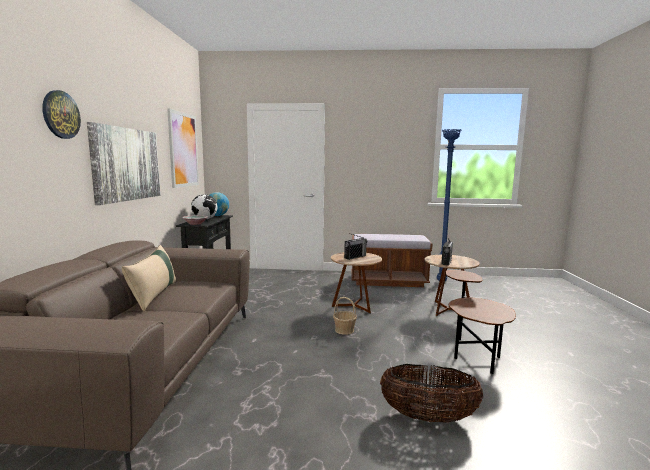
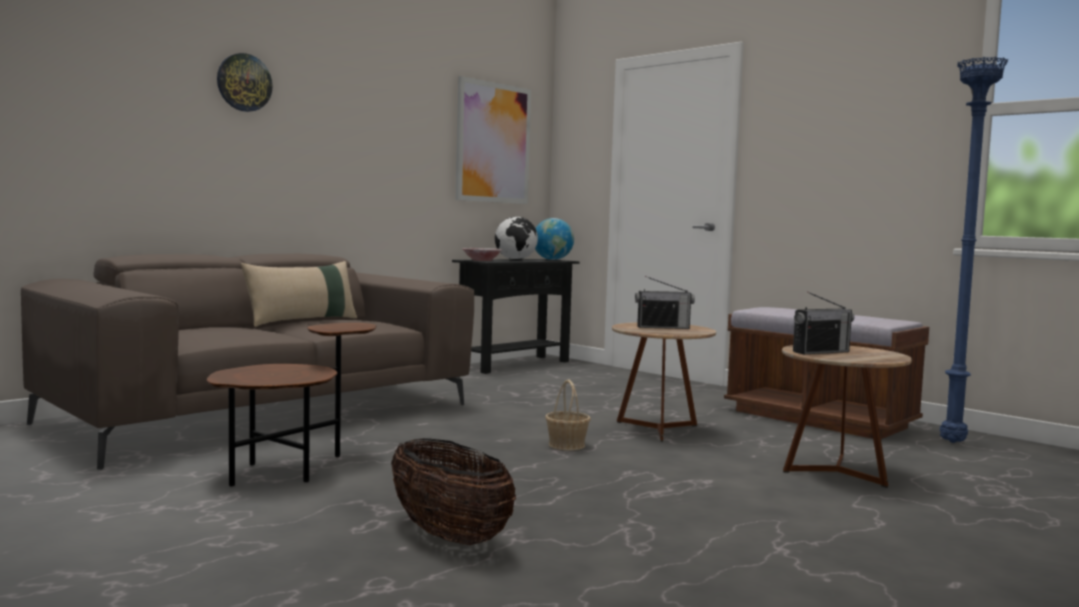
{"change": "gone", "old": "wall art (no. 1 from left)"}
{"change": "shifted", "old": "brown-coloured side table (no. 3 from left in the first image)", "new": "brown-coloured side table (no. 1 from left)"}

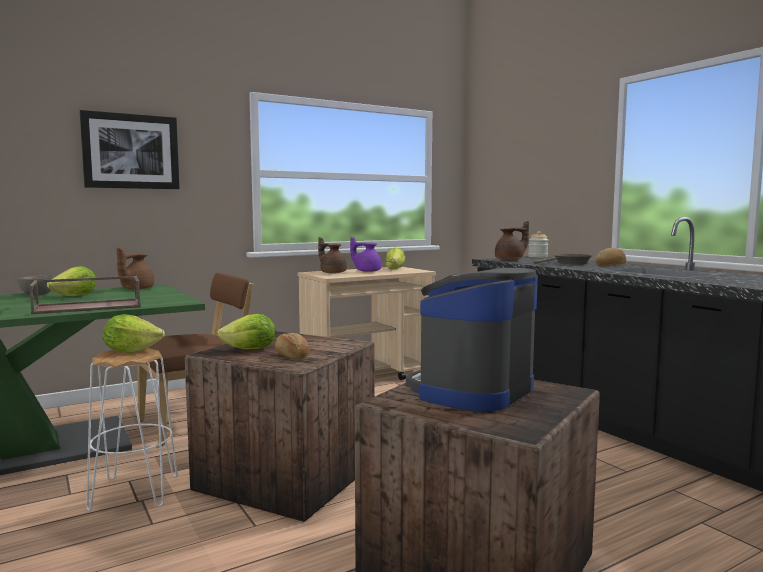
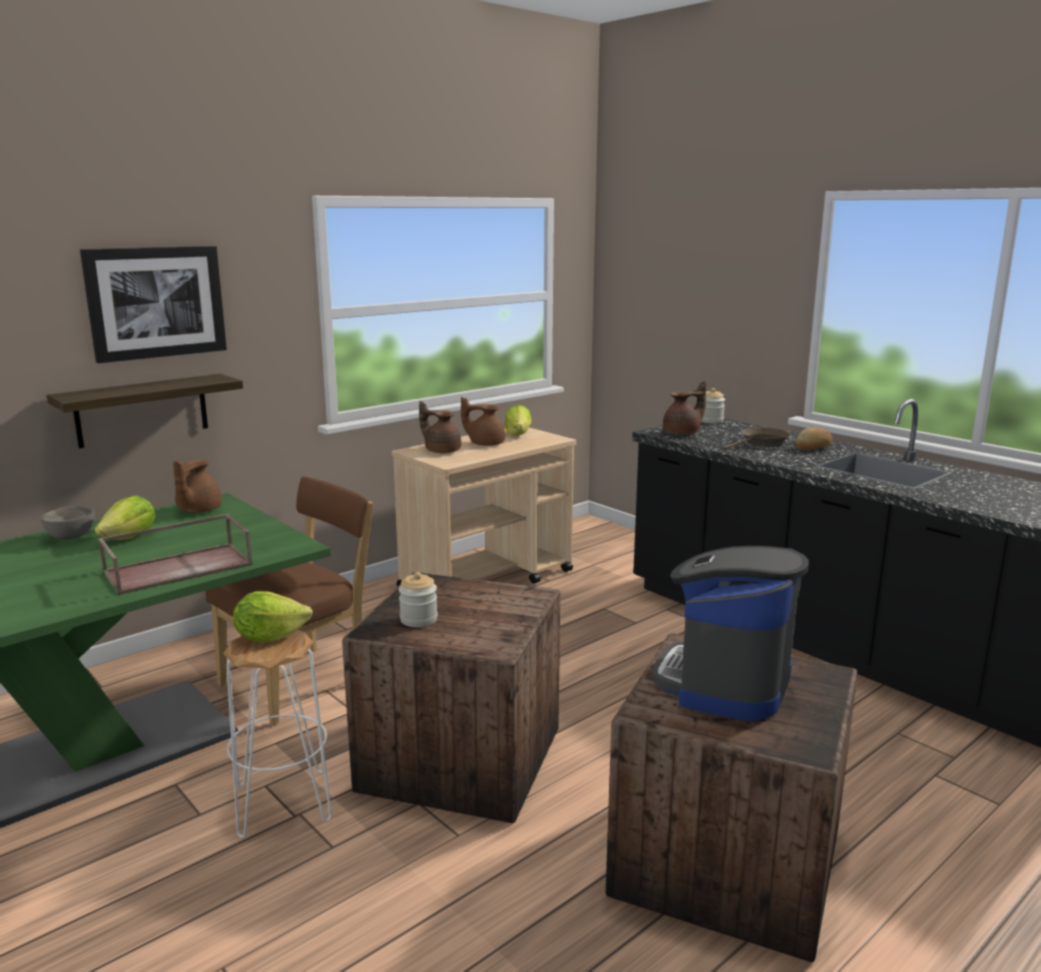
{"change": "gone", "old": "baked bread (no. 1 from left)"}
{"change": "new", "new": "shelf"}
{"change": "swapped", "old": "lettuce (no. 3 from left)", "new": "jar (no. 1 from left)"}
{"change": "repainted", "old": "purplish tea pot", "new": "brown-coloured tea pot (no. 3 from left)"}

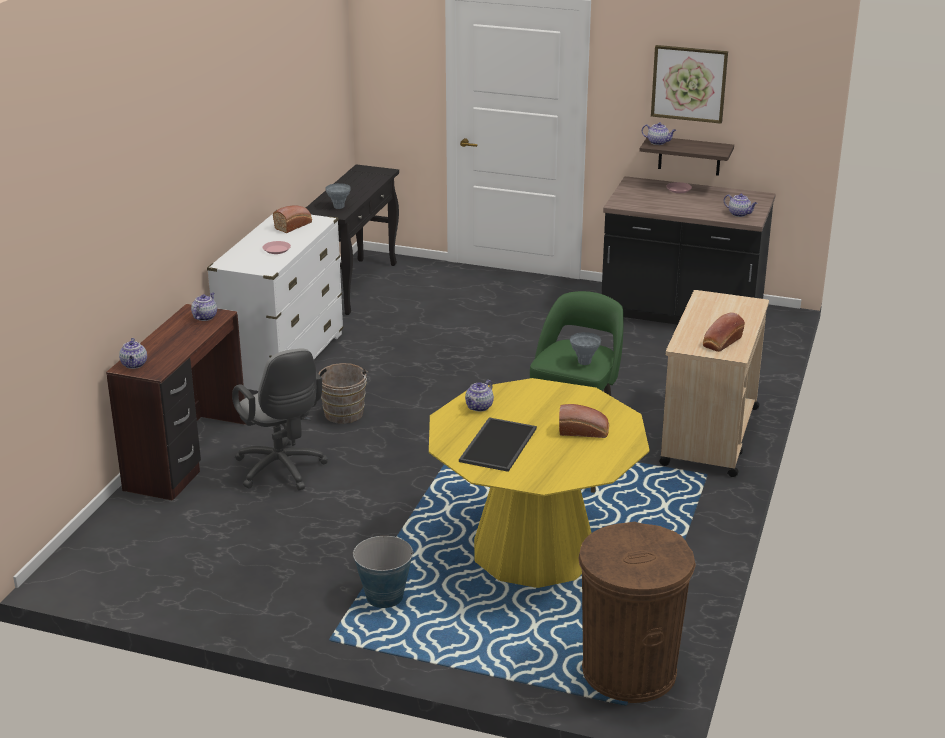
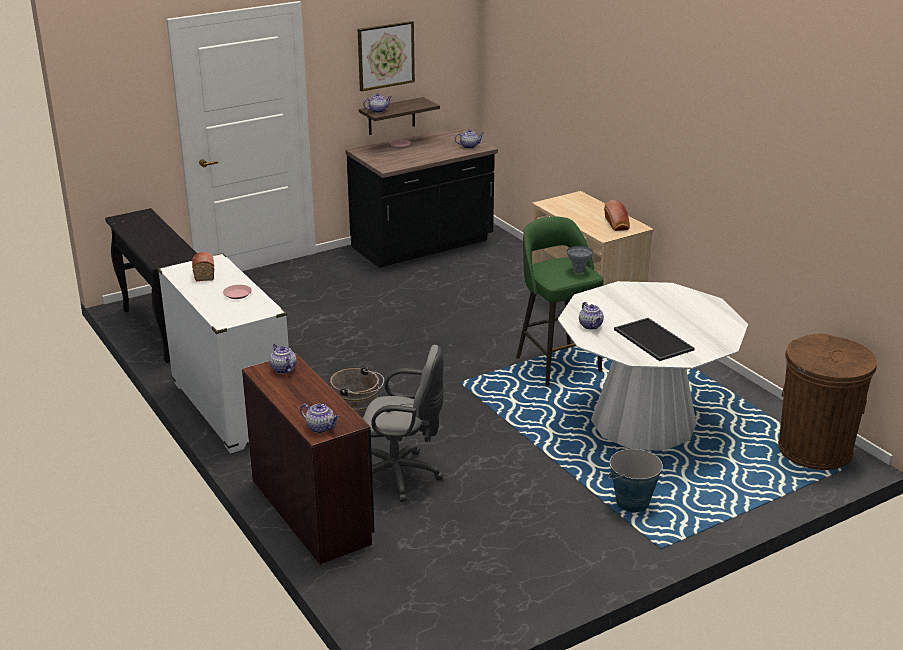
{"change": "gone", "old": "grey flower vase (no. 1 from left)"}
{"change": "gone", "old": "baked bread (no. 2 from left)"}
{"change": "repainted", "old": "yellowish kitchen table", "new": "white kitchen table"}

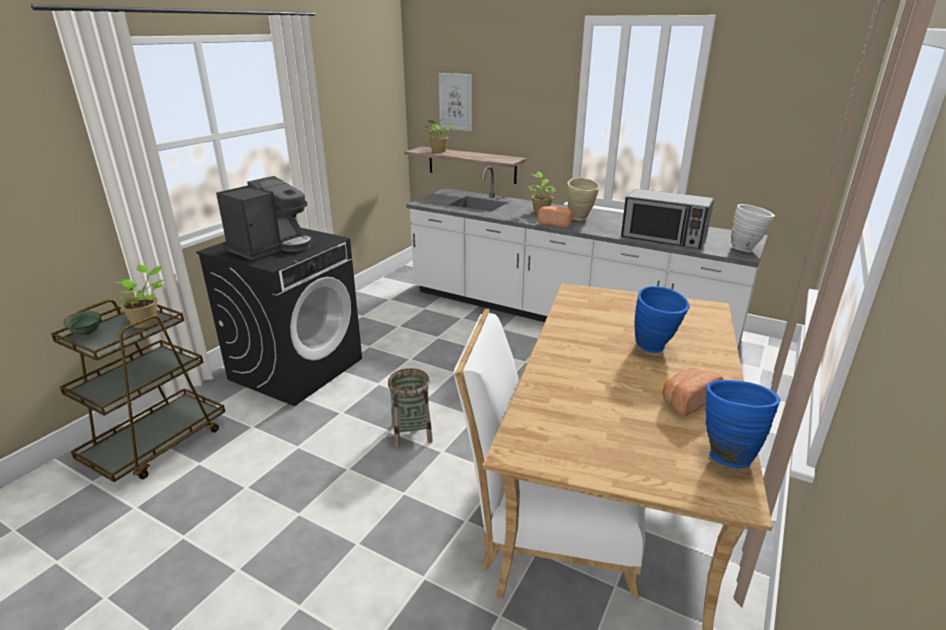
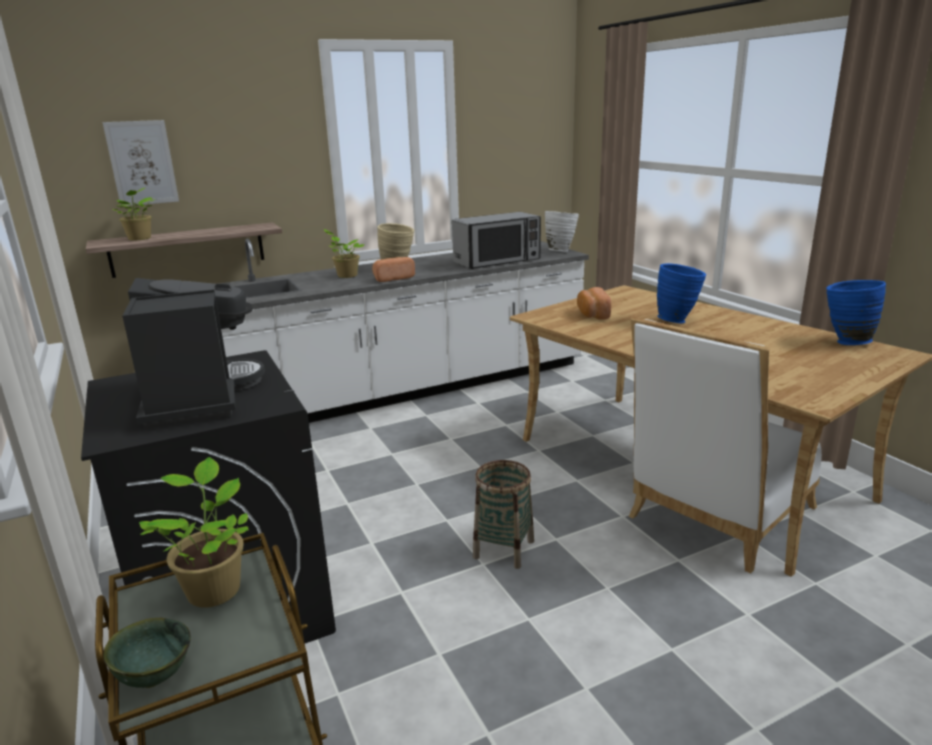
{"change": "shifted", "old": "baked bread (no. 2 from left)"}

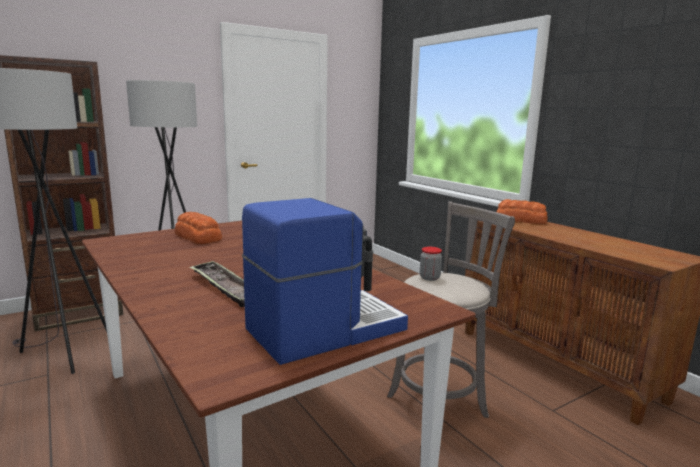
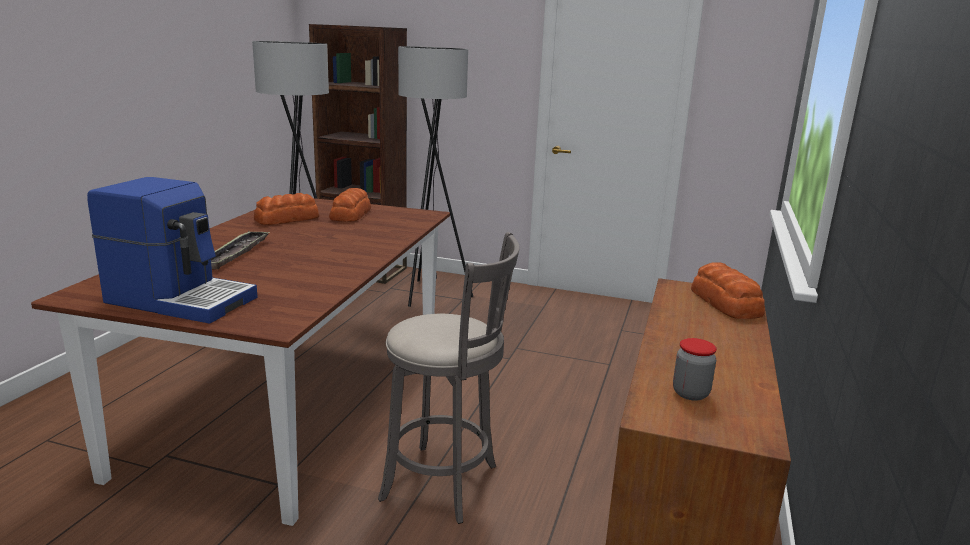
{"change": "new", "new": "baked bread (no. 1 from left)"}
{"change": "shifted", "old": "jar"}

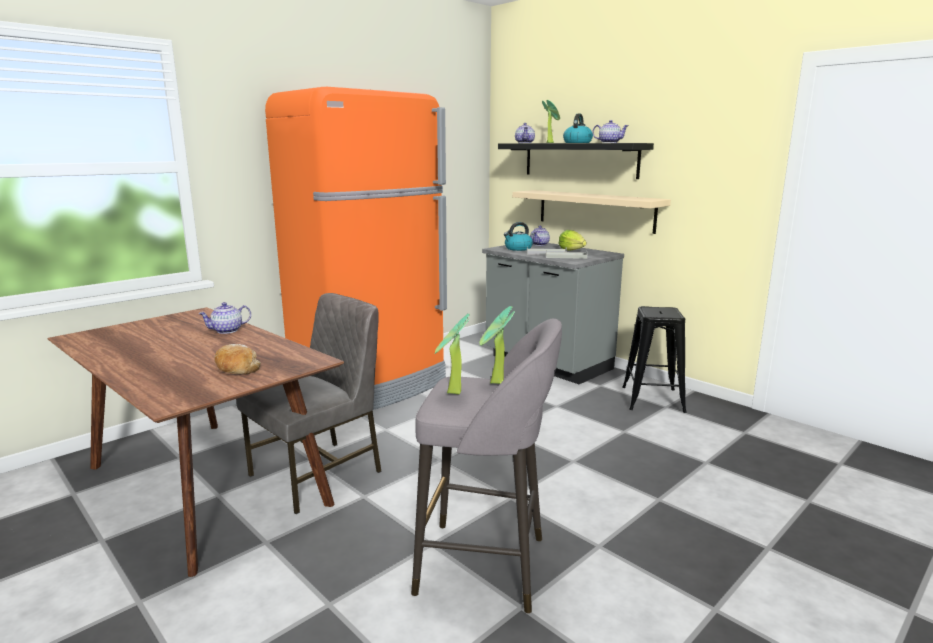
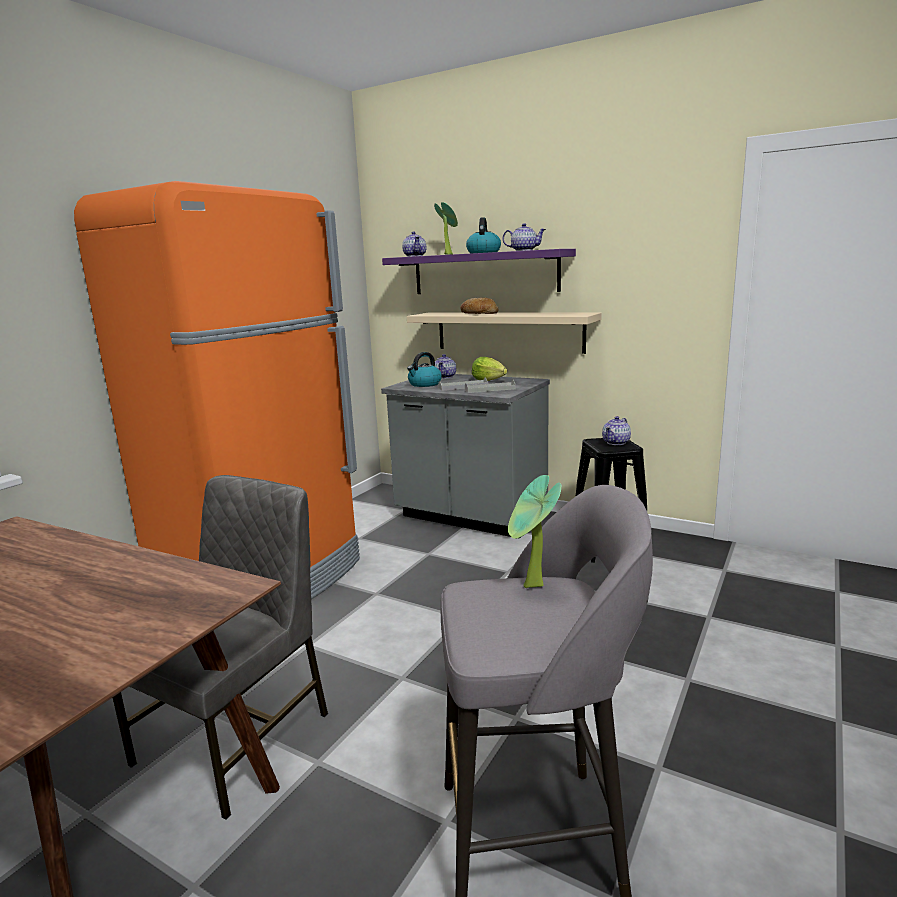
{"change": "gone", "old": "potted plant (no. 1 from left)"}
{"change": "shifted", "old": "tea pot (no. 1 from left in the first image)", "new": "tea pot (no. 4 from left)"}
{"change": "shifted", "old": "baked bread"}
{"change": "repainted", "old": "black-coloured shelf", "new": "purplish shelf"}

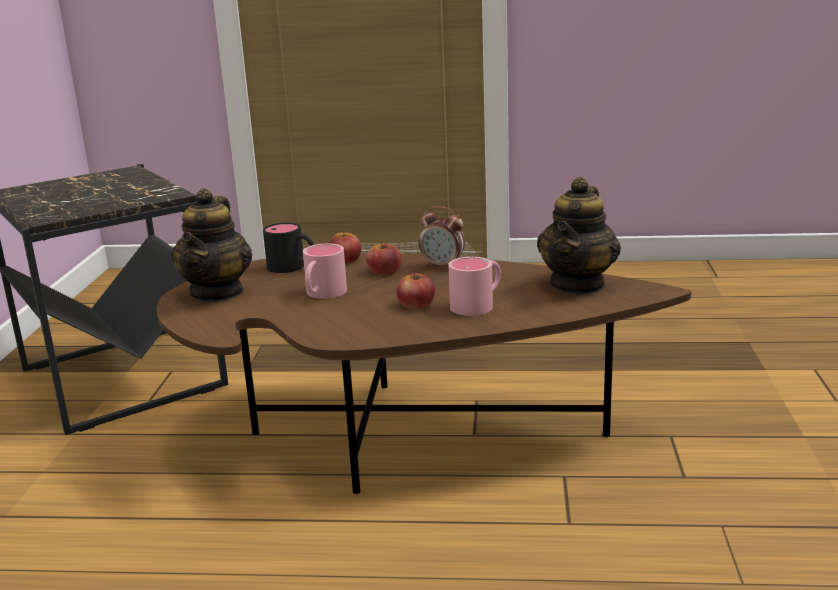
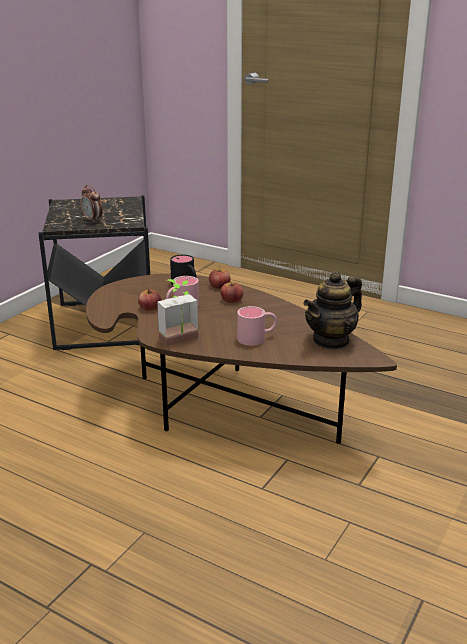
{"change": "gone", "old": "tea pot (no. 1 from left)"}
{"change": "new", "new": "potted plant"}
{"change": "shifted", "old": "apple (no. 3 from left in the first image)", "new": "apple (no. 1 from left)"}
{"change": "shifted", "old": "table clock"}

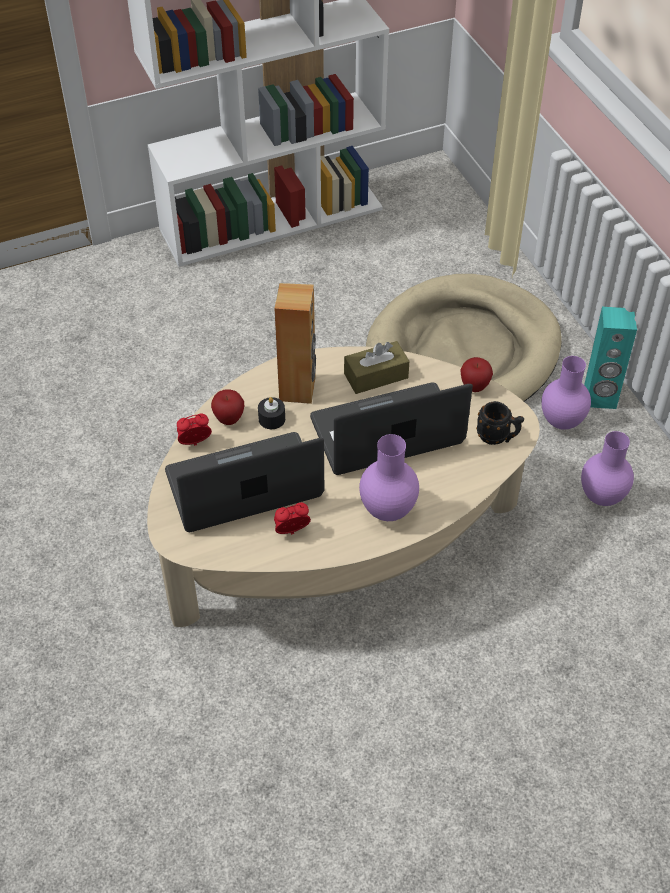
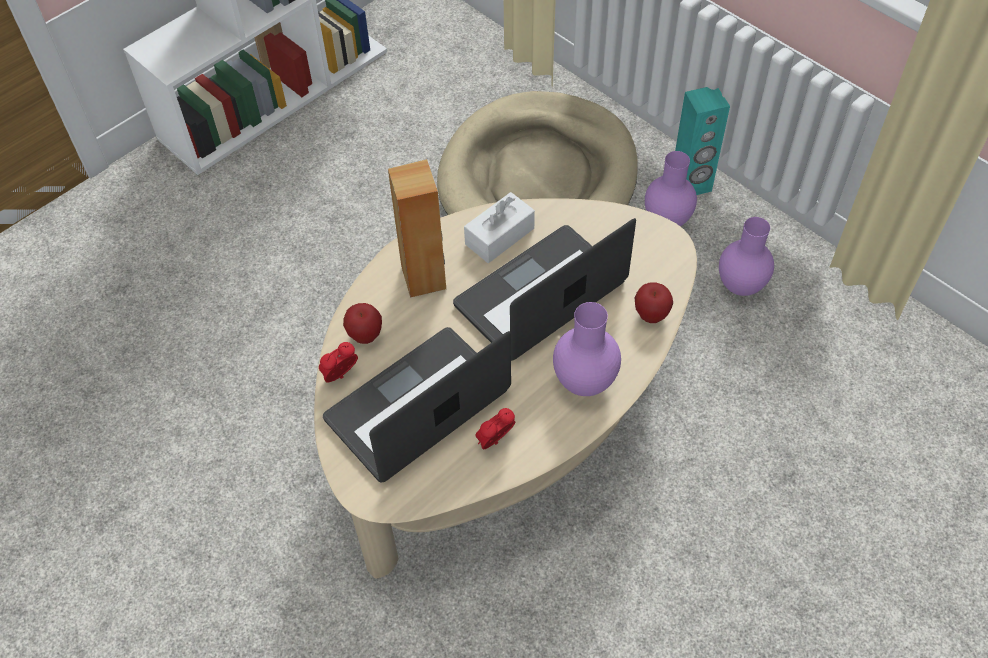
{"change": "gone", "old": "black-coloured wax candle"}
{"change": "gone", "old": "black-coloured coffee mug"}
{"change": "shifted", "old": "apple (no. 2 from left)"}
{"change": "repainted", "old": "brown-coloured box of tissues", "new": "white box of tissues"}

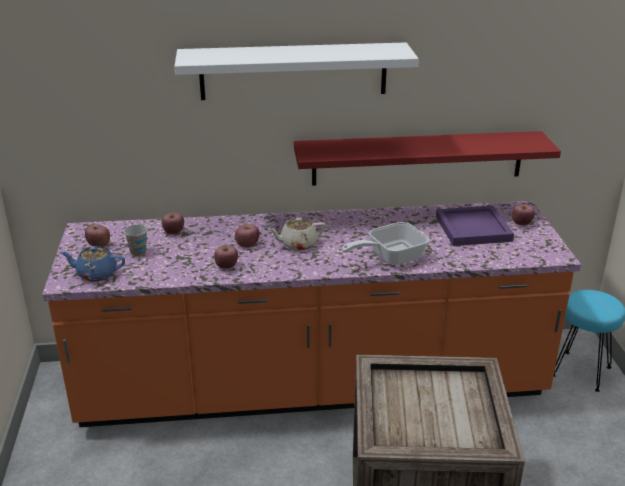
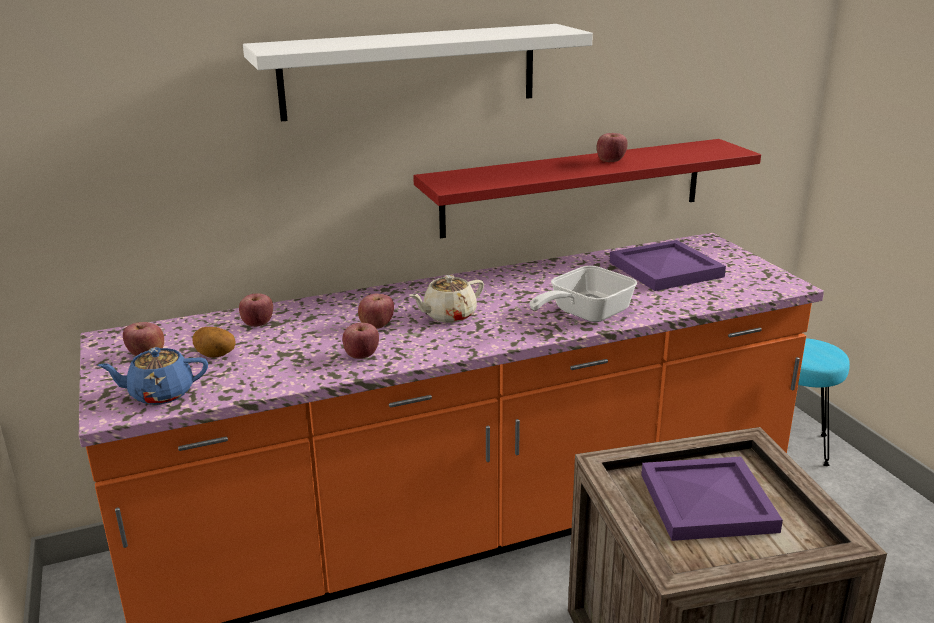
{"change": "new", "new": "purplish tray (no. 2 from left)"}
{"change": "shifted", "old": "apple (no. 5 from left)"}
{"change": "swapped", "old": "small cup", "new": "spud"}

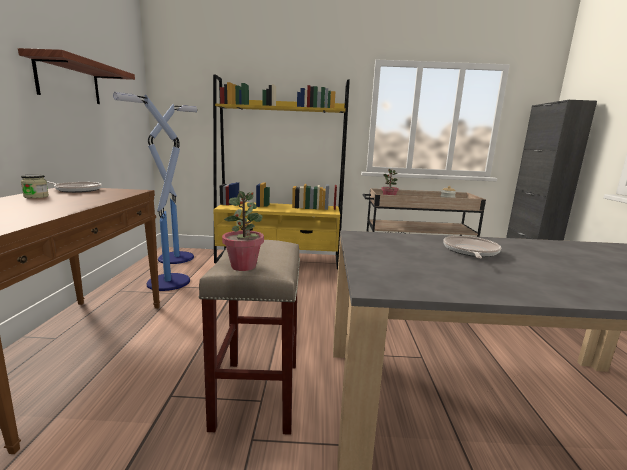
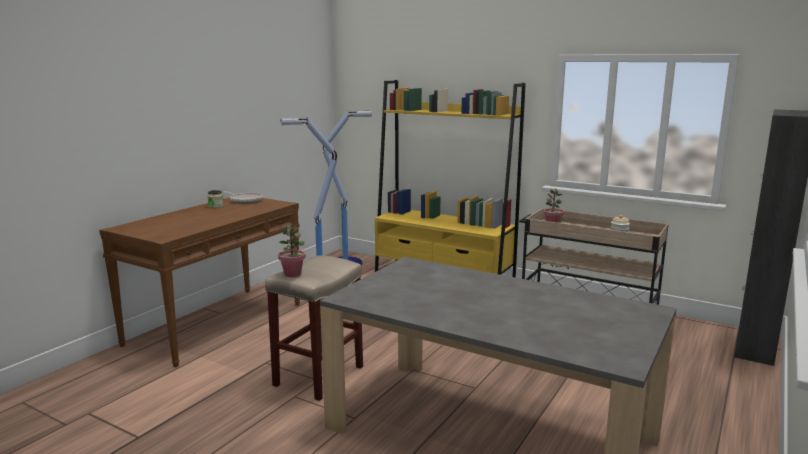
{"change": "gone", "old": "shelf"}
{"change": "gone", "old": "frying pan (no. 2 from left)"}

